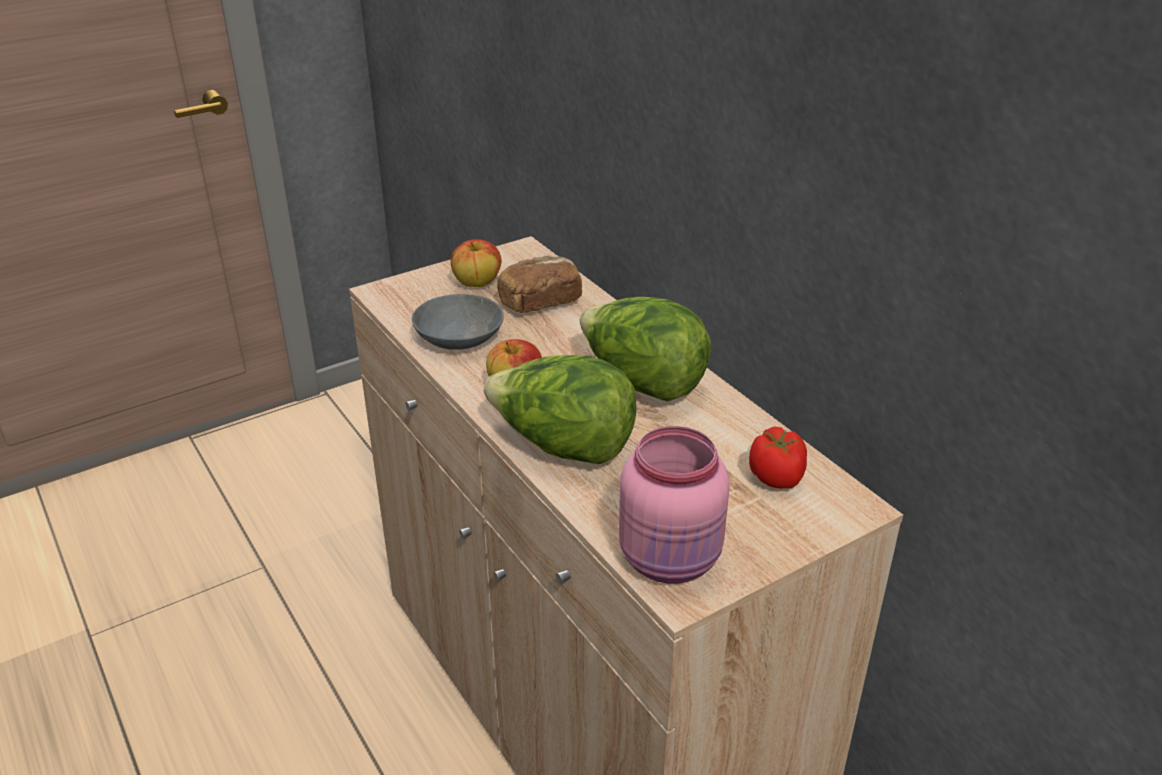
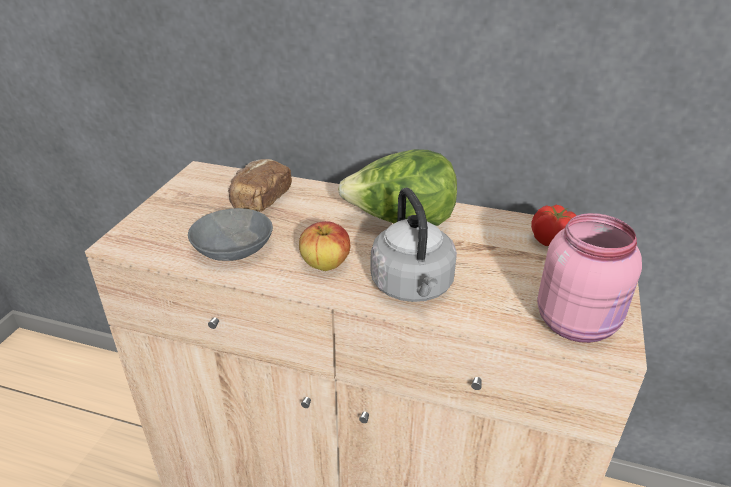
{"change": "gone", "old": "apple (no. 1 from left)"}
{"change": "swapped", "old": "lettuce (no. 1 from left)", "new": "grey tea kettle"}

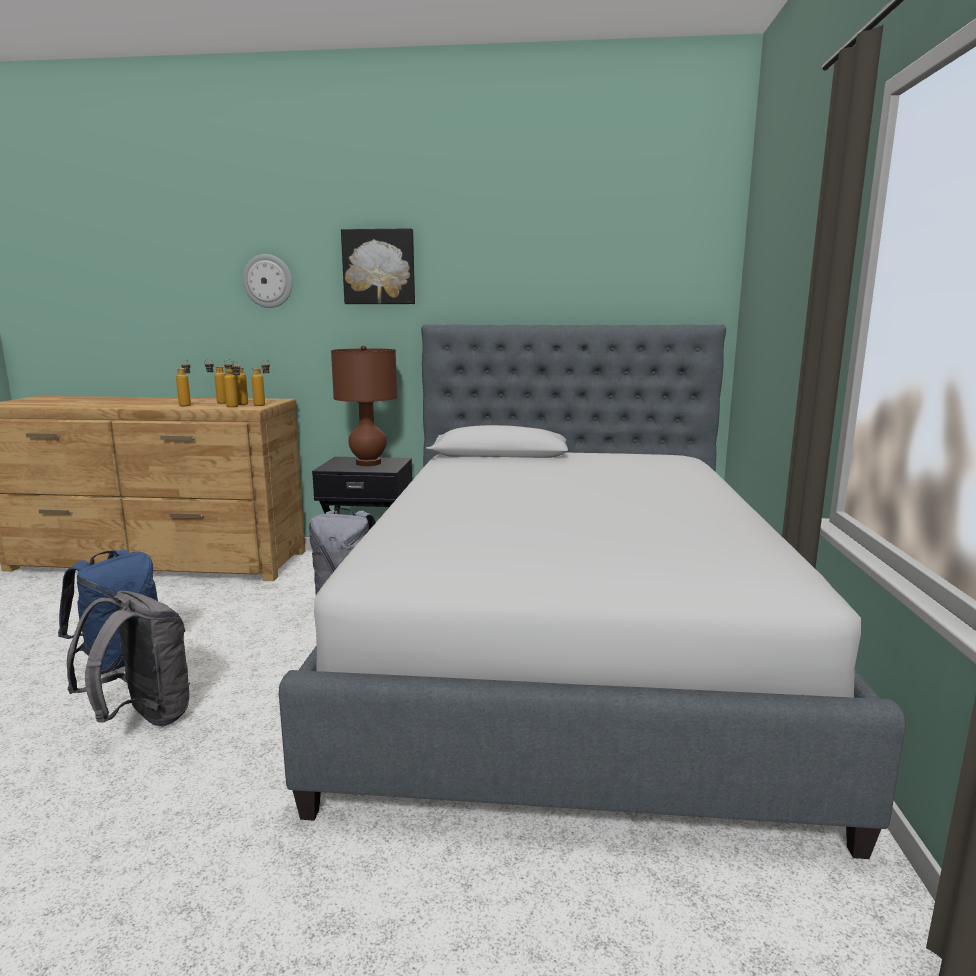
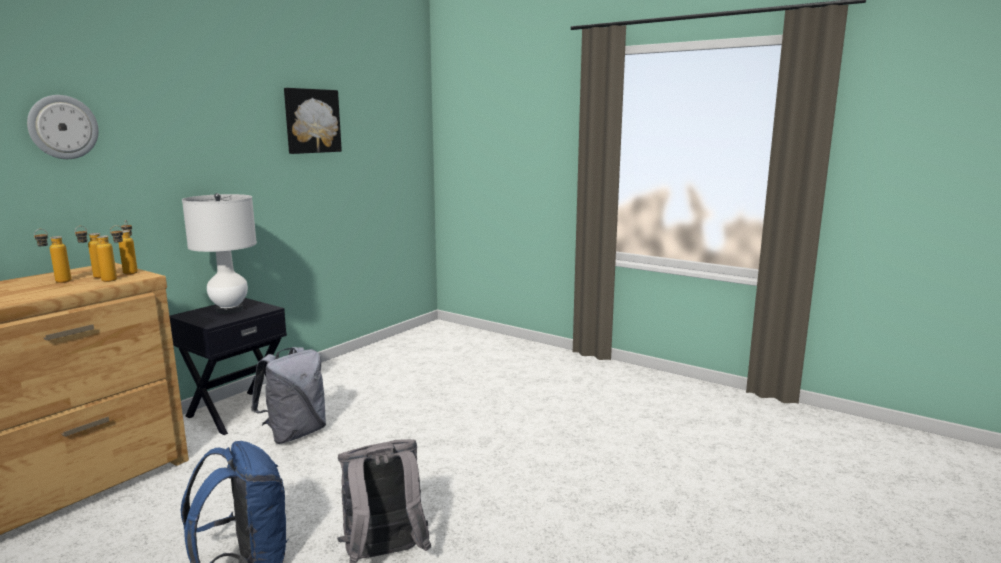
{"change": "gone", "old": "bottle (no. 1 from left)"}
{"change": "gone", "old": "bedroom bed"}
{"change": "shifted", "old": "wall art"}
{"change": "repainted", "old": "brown-coloured table lamp", "new": "white table lamp"}

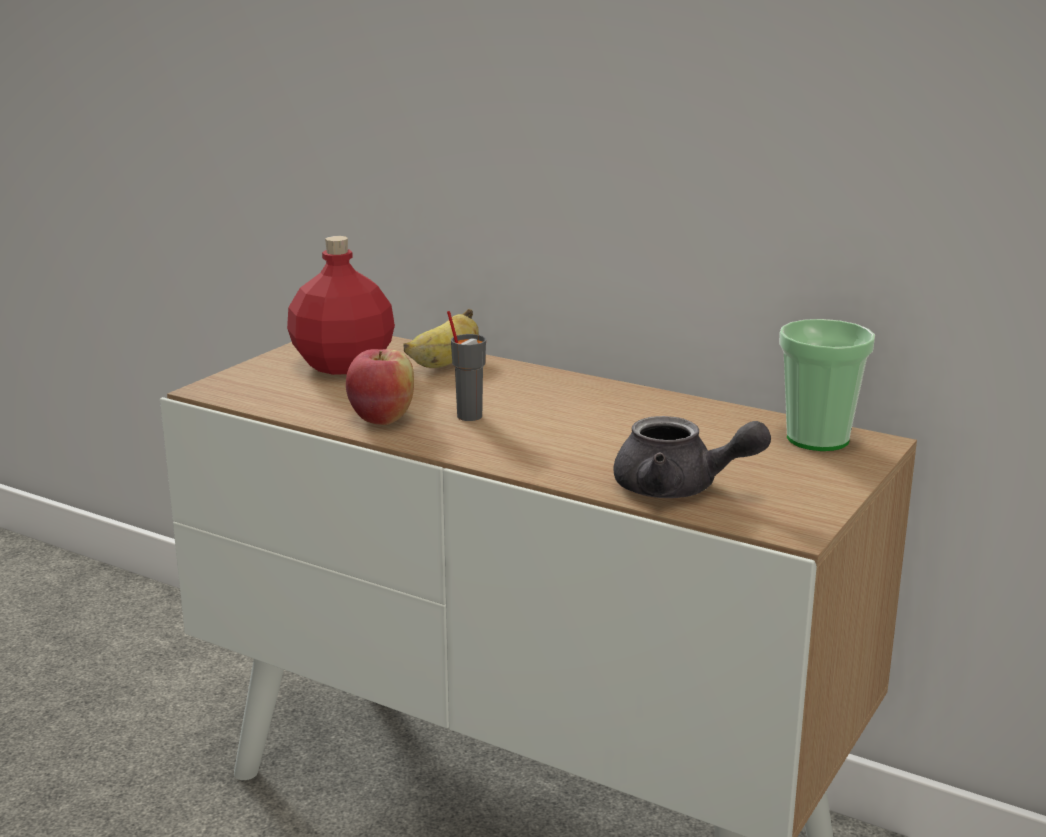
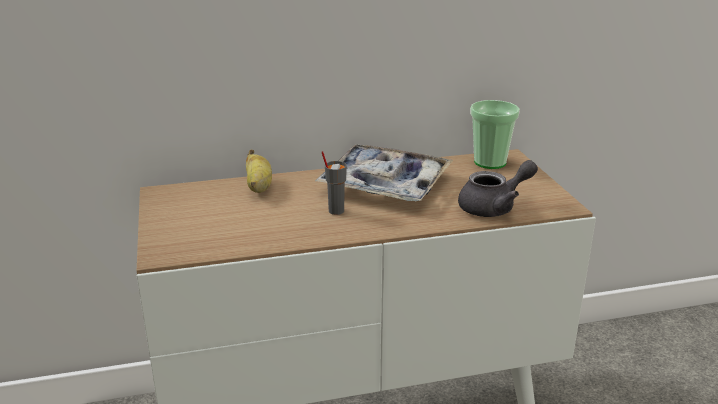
{"change": "gone", "old": "red bottle"}
{"change": "gone", "old": "apple"}
{"change": "new", "new": "tray"}

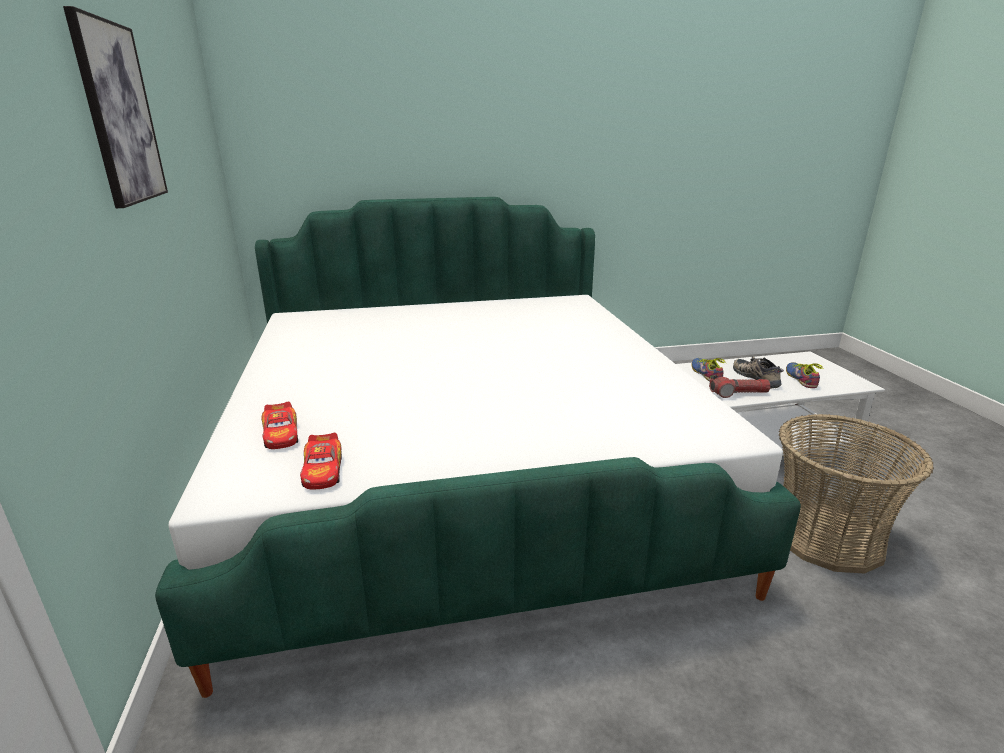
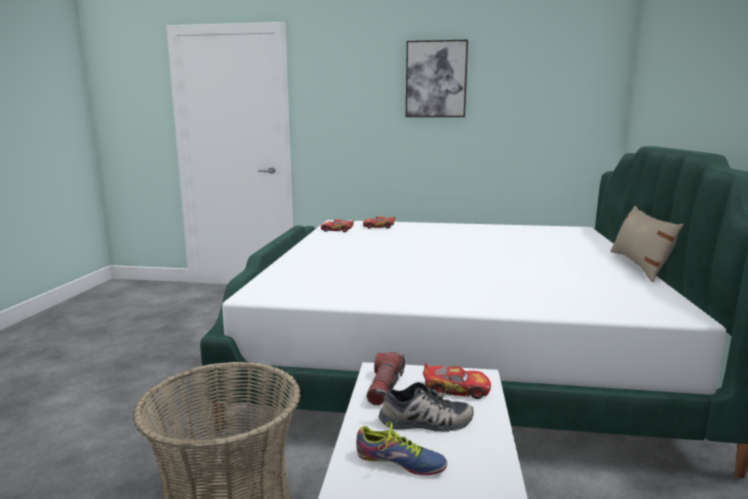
{"change": "new", "new": "sand-coloured throw pillow"}
{"change": "swapped", "old": "shoe (no. 1 from left)", "new": "model car (no. 3 from left)"}

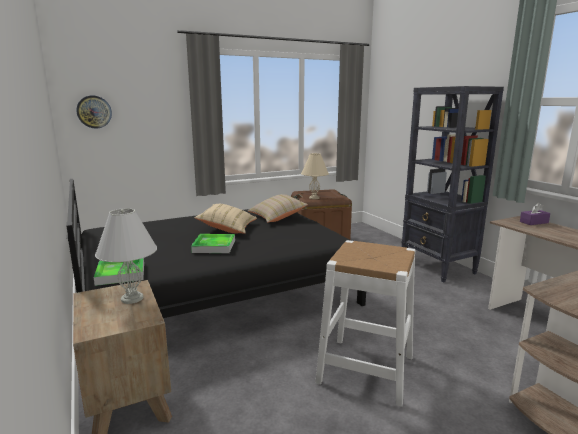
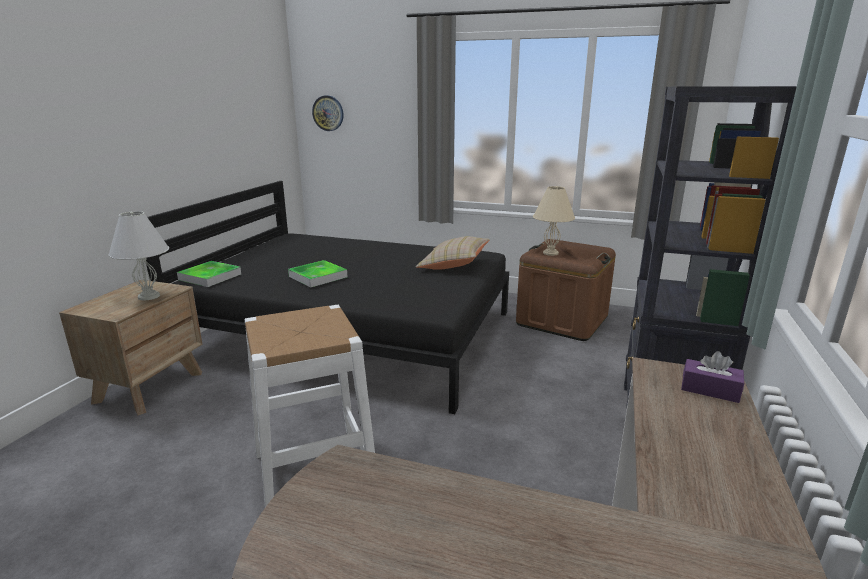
{"change": "gone", "old": "sand-coloured throw pillow (no. 1 from left)"}

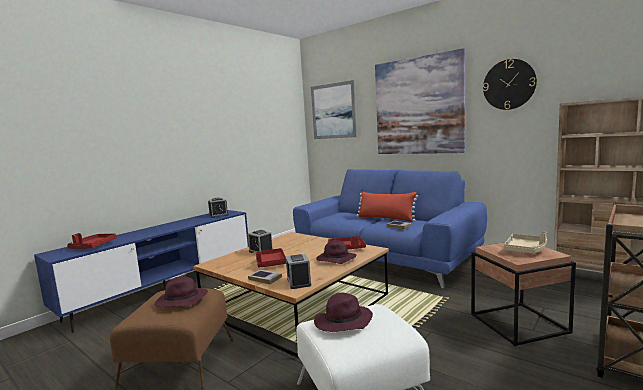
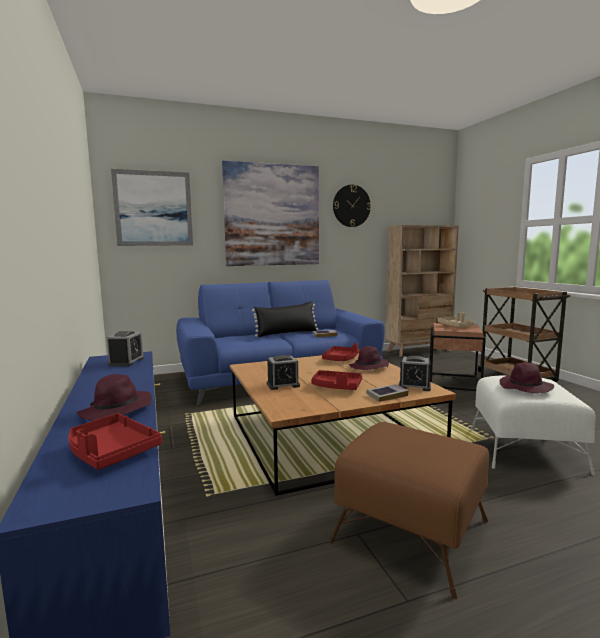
{"change": "shifted", "old": "purplish hat (no. 1 from left)"}
{"change": "repainted", "old": "red throw pillow", "new": "black-coloured throw pillow"}

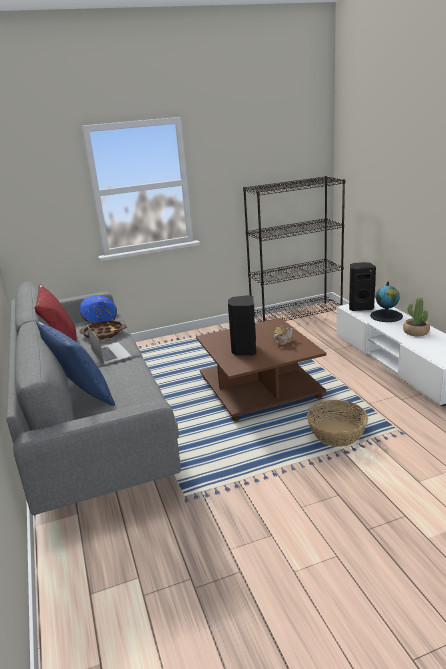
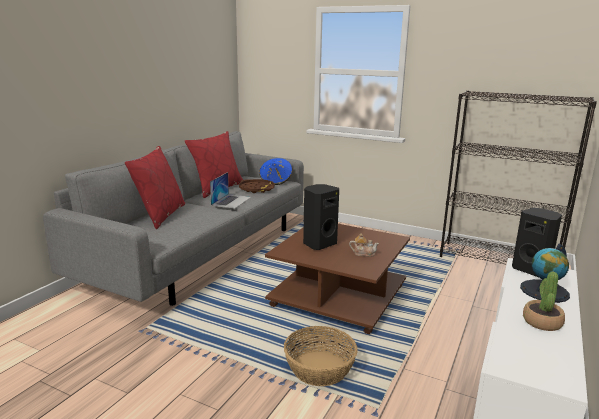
{"change": "repainted", "old": "blue-coloured throw pillow", "new": "red throw pillow (no. 1 from left)"}

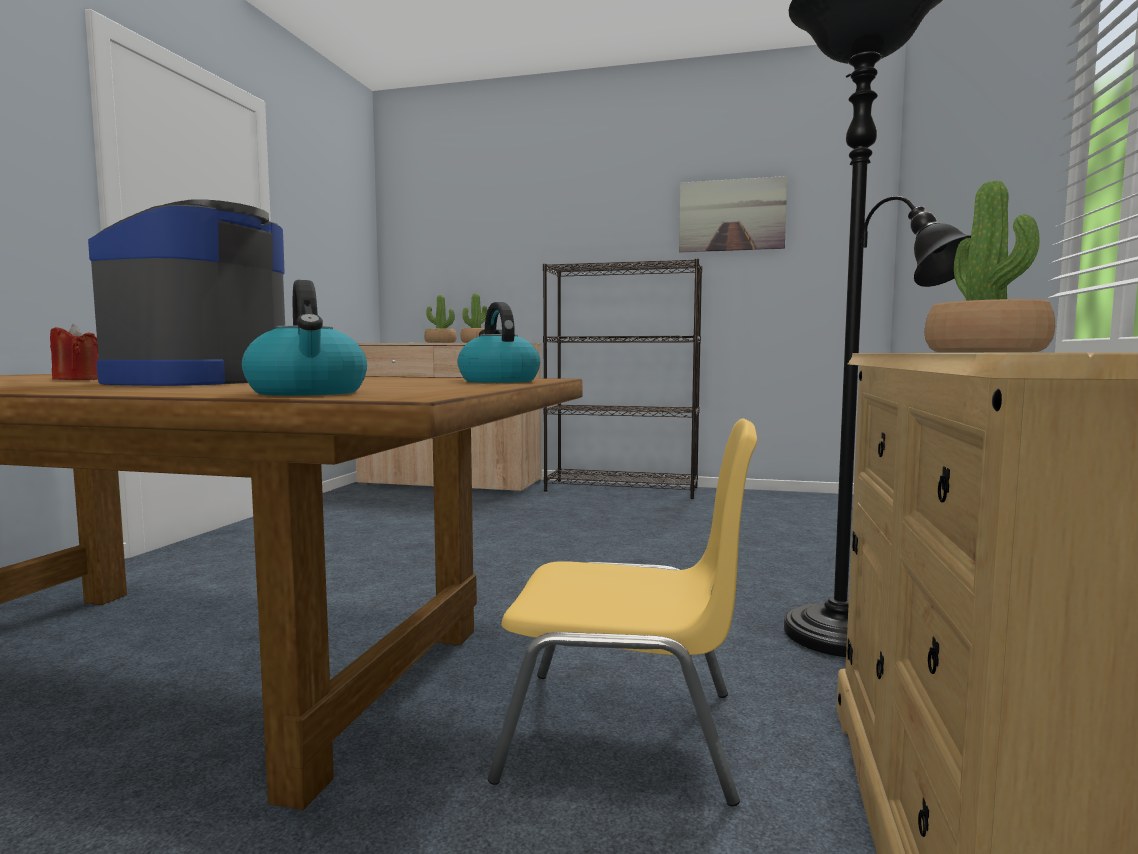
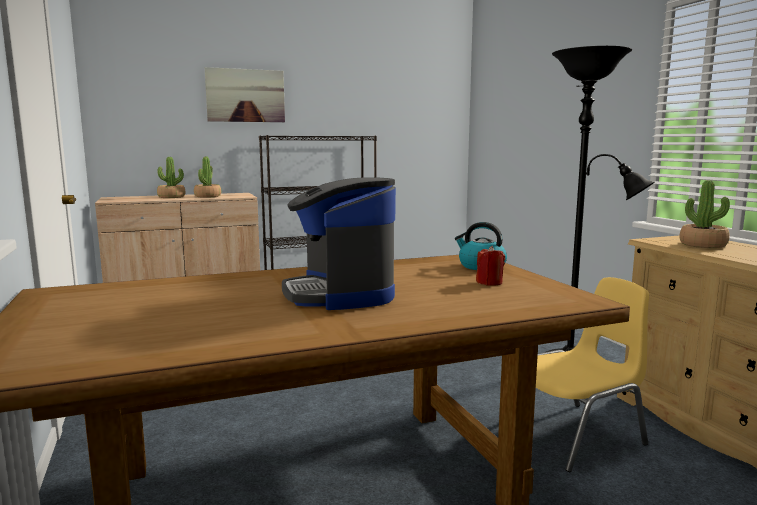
{"change": "gone", "old": "tea kettle (no. 1 from left)"}
{"change": "shifted", "old": "red wax candle"}
{"change": "shifted", "old": "wall art"}

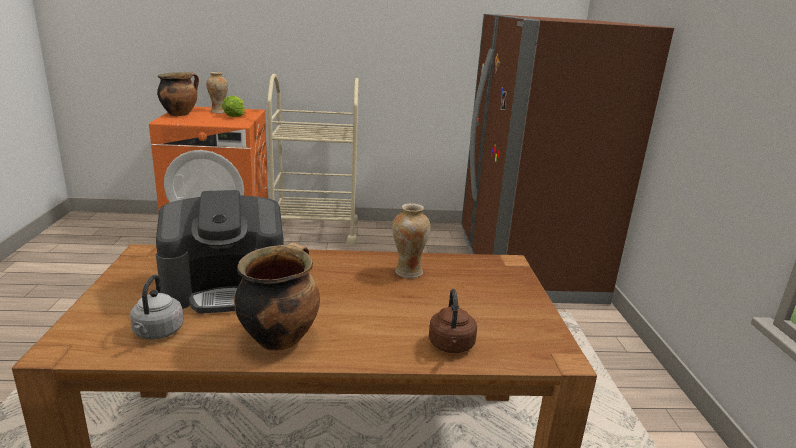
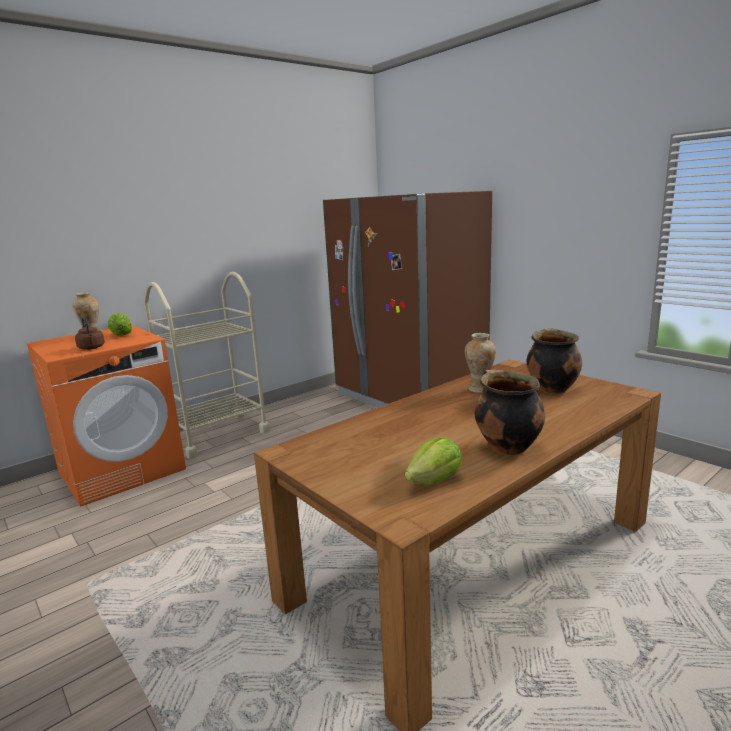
{"change": "gone", "old": "coffee brewer"}
{"change": "shifted", "old": "saucepot (no. 1 from left in the first image)", "new": "saucepot (no. 2 from left)"}
{"change": "shifted", "old": "brown-coloured tea kettle"}
{"change": "swapped", "old": "grey tea kettle", "new": "lettuce (no. 2 from left)"}

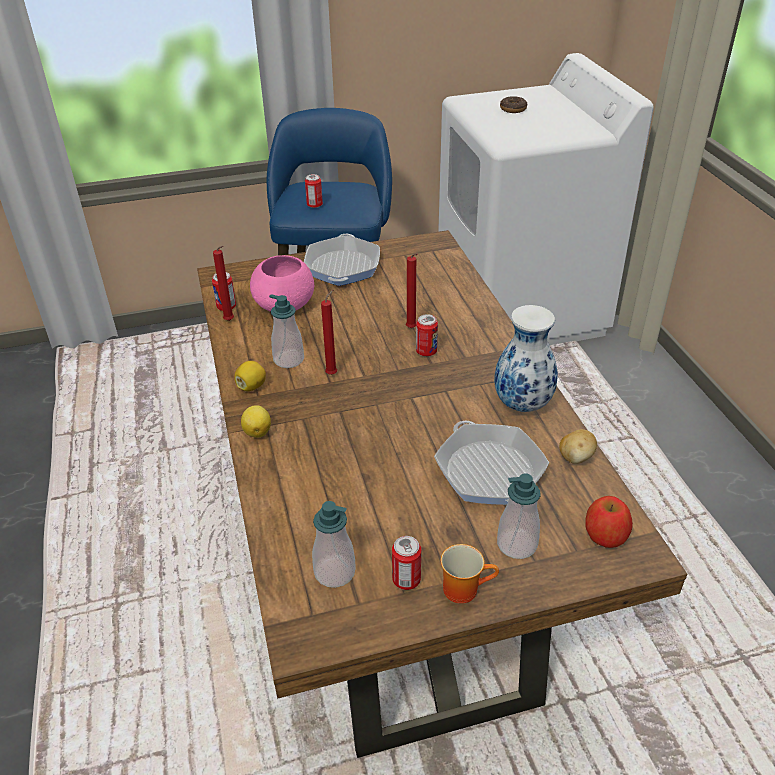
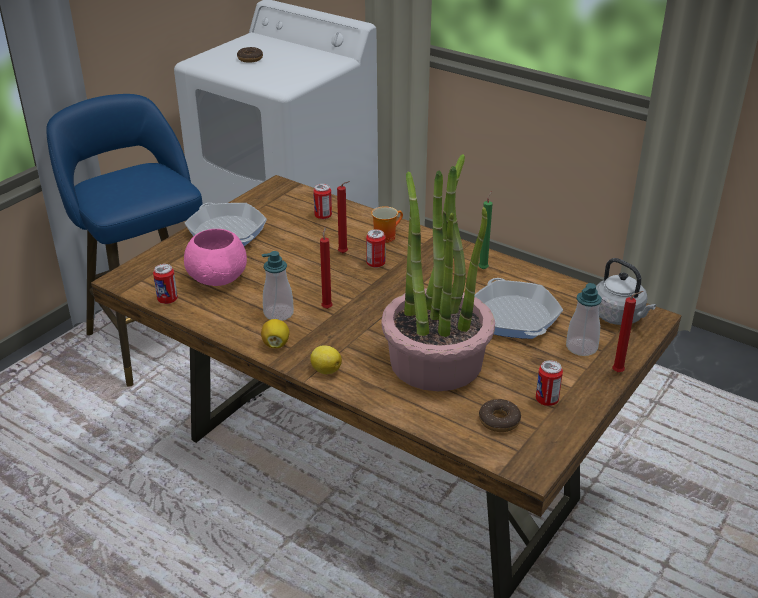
{"change": "gone", "old": "spud"}
{"change": "new", "new": "potted plant"}
{"change": "shifted", "old": "red wax candle (no. 1 from left in the first image)", "new": "red wax candle (no. 3 from left)"}
{"change": "shifted", "old": "sealed can (no. 2 from left)"}
{"change": "shifted", "old": "coffee mug"}
{"change": "swapped", "old": "soap bottle (no. 2 from left)", "new": "doughnut (no. 2 from left)"}
{"change": "swapped", "old": "flower vase", "new": "green wax candle"}
{"change": "swapped", "old": "apple", "new": "grey tea kettle"}
{"change": "rotated", "old": "frying pan (no. 2 from left)", "degrees": -135}

